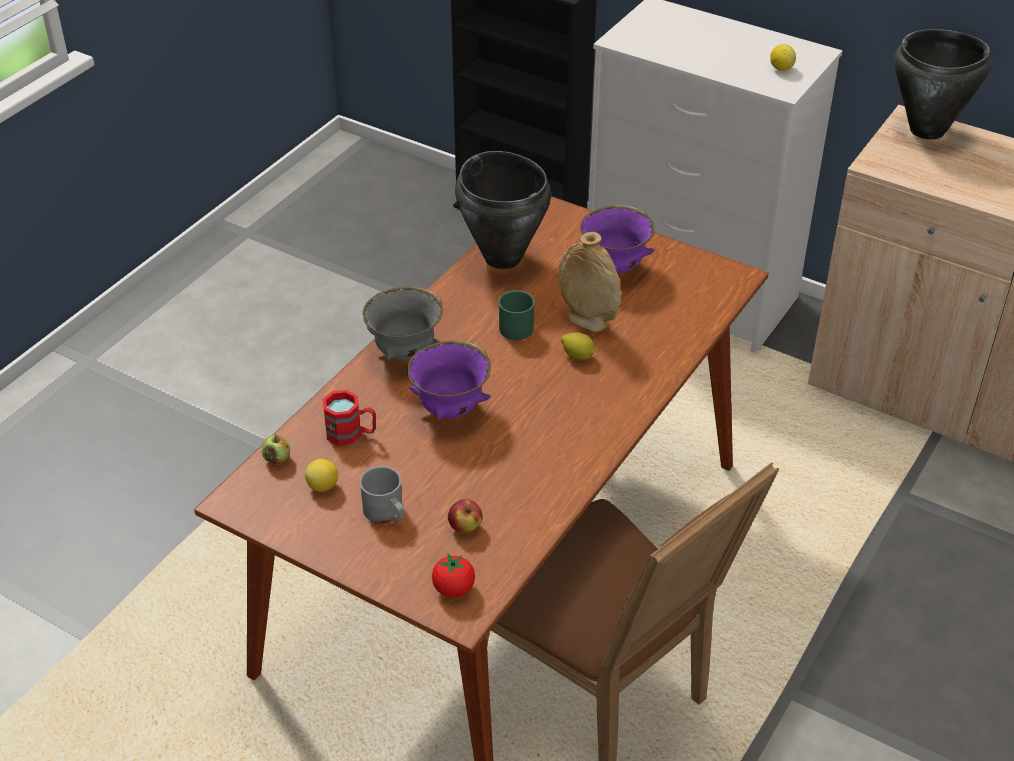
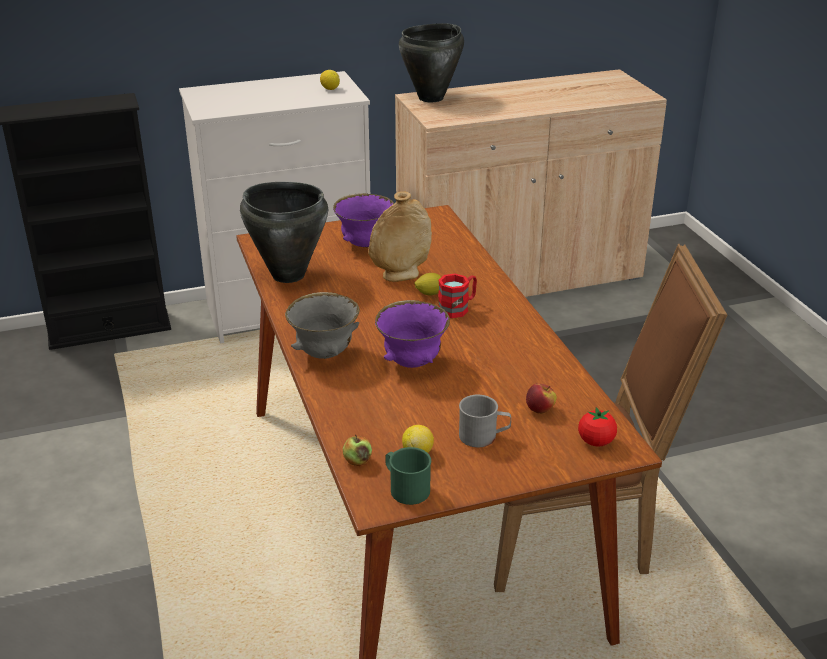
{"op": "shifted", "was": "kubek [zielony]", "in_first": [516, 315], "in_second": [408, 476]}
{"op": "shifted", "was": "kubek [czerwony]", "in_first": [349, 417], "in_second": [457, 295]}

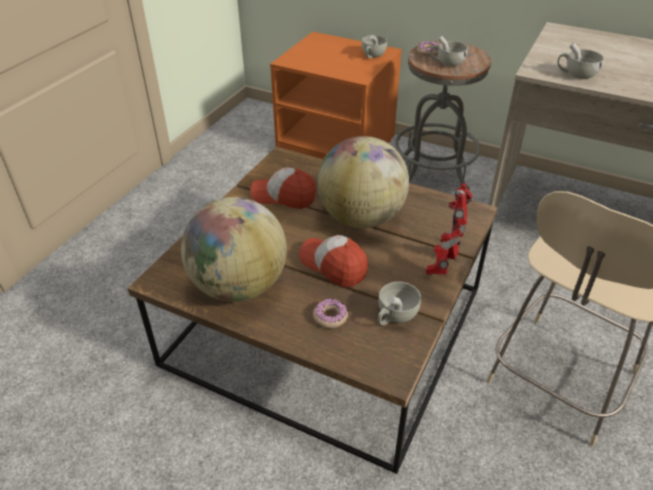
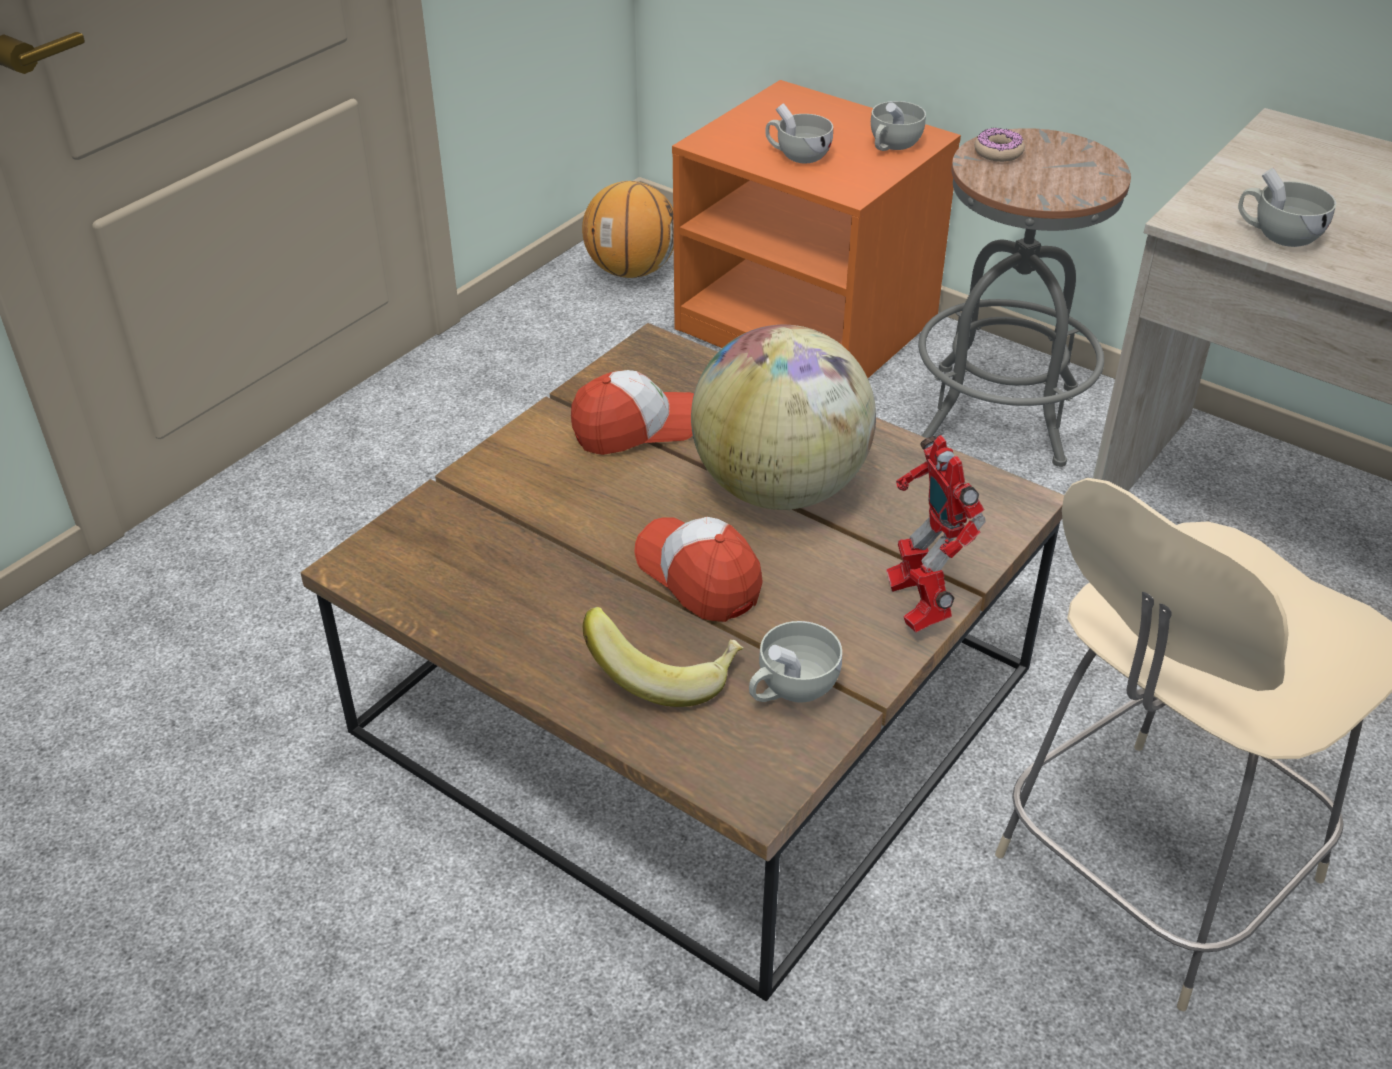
{"op": "rotated", "was": "czapka z daszkiem", "in_first": [283, 188], "in_second": [632, 412], "clockwise": 135}
{"op": "new", "now": "piłka do koszykówki", "in_second": [628, 229]}
{"op": "swapped", "was": "donut", "now": "banan", "in_first": [330, 313], "in_second": [663, 657]}
{"op": "shifted", "was": "filiżanka [biały]", "in_first": [449, 51], "in_second": [799, 133]}
{"op": "rotated", "was": "robot zabawkowy", "in_first": [449, 228], "in_second": [936, 534], "clockwise": -45}
{"op": "gone", "was": "globus", "in_first": [234, 249]}

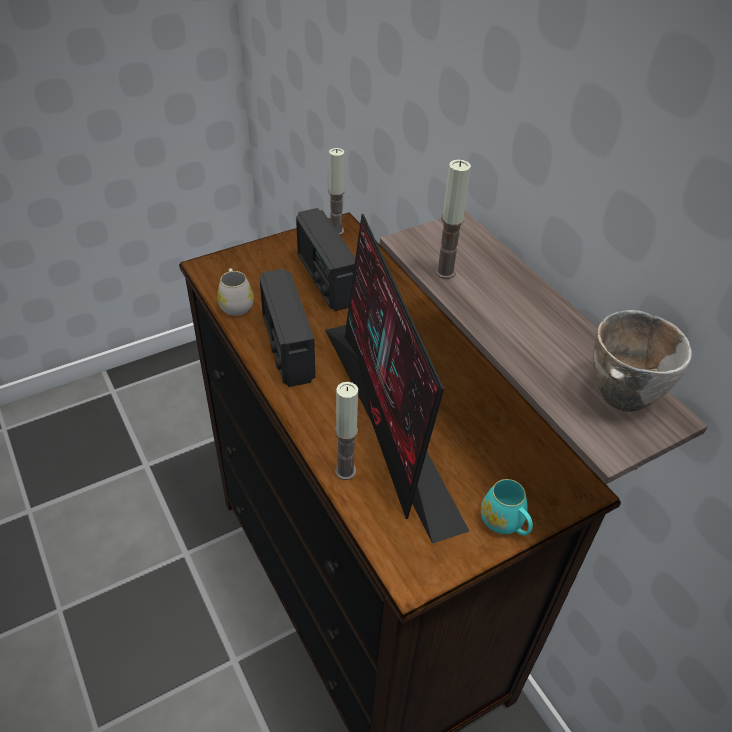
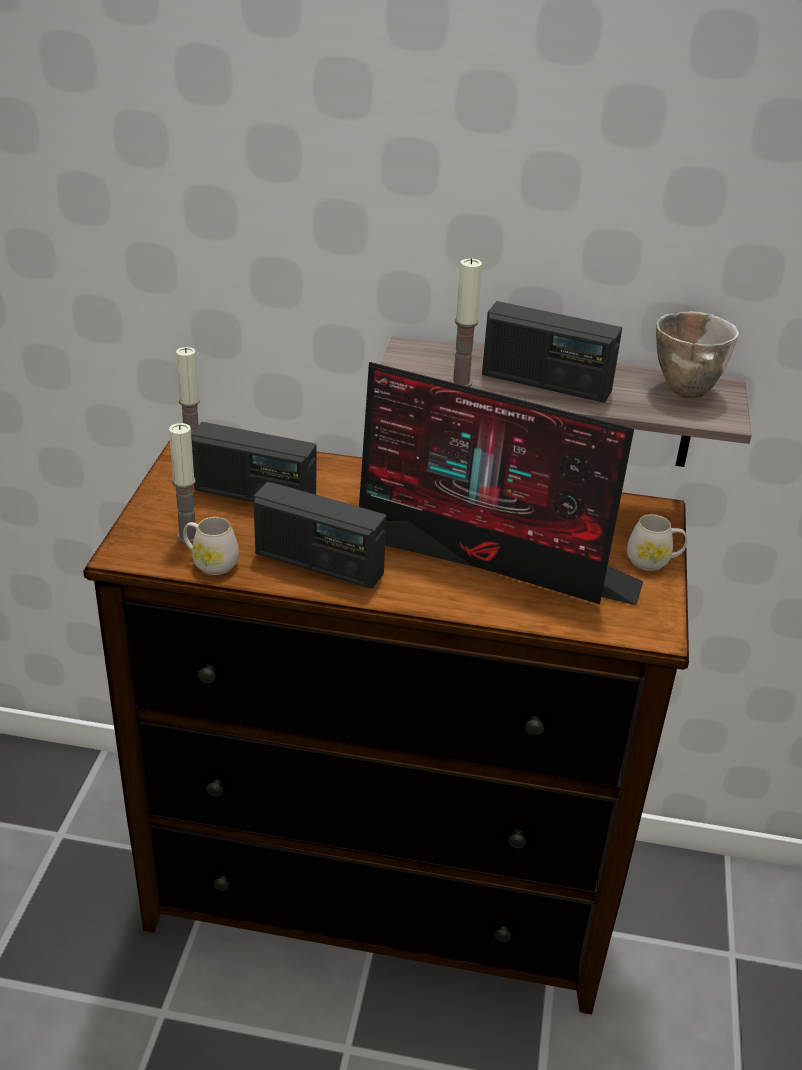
{"op": "shifted", "was": "świeca", "in_first": [346, 431], "in_second": [182, 483]}
{"op": "new", "now": "radio", "in_second": [552, 352]}
{"op": "repainted", "was": "kubek [turkusowy]", "now": "kubek [biały]", "in_first": [507, 507], "in_second": [657, 542]}

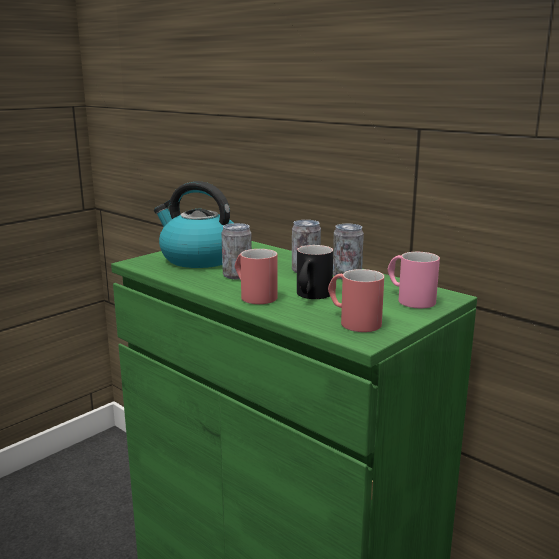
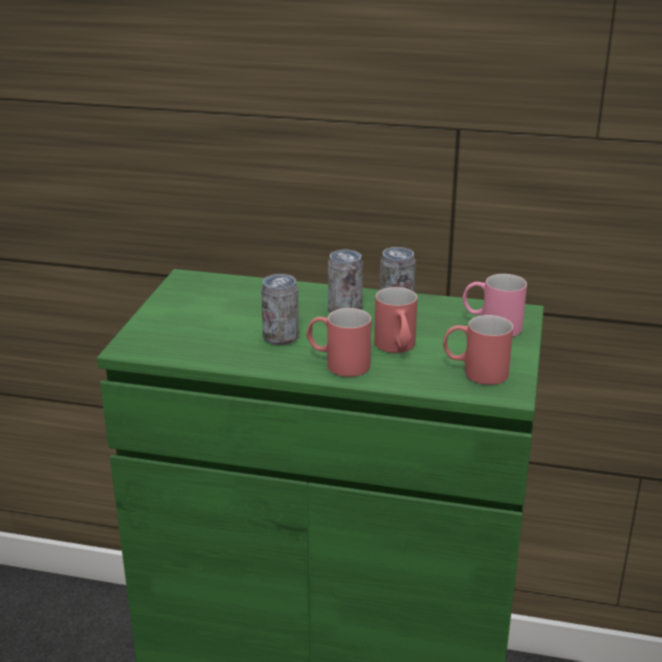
{"op": "repainted", "was": "kubek [czarny]", "now": "kubek [czerwony]", "in_first": [315, 272], "in_second": [396, 320]}
{"op": "gone", "was": "czajnik", "in_first": [193, 224]}

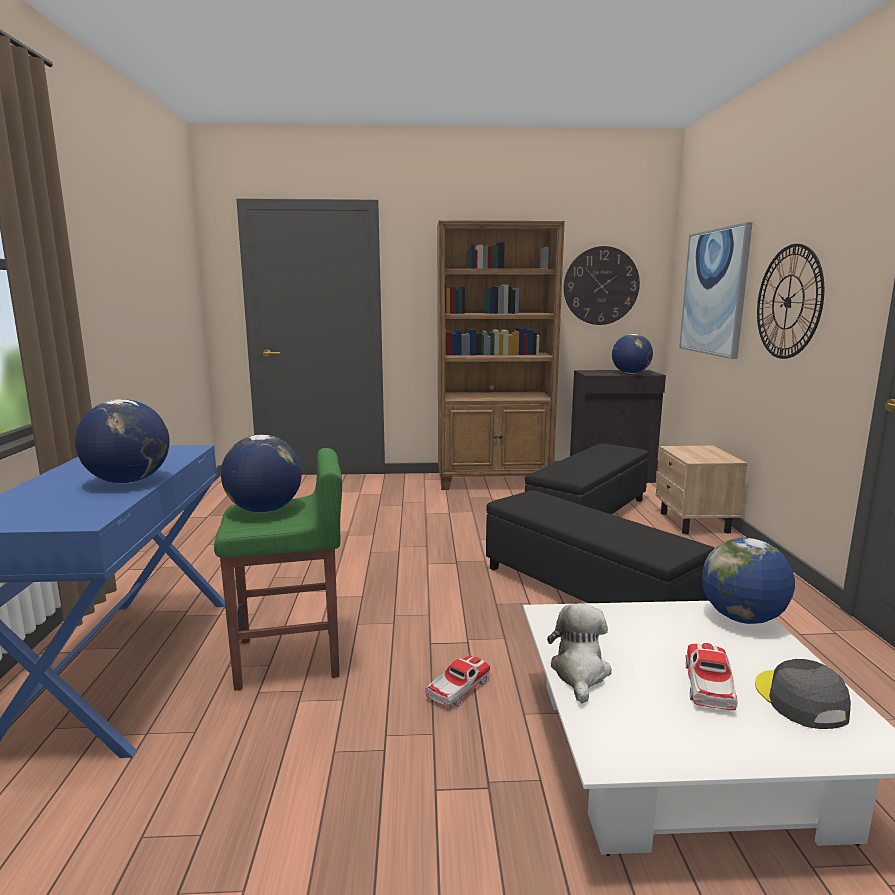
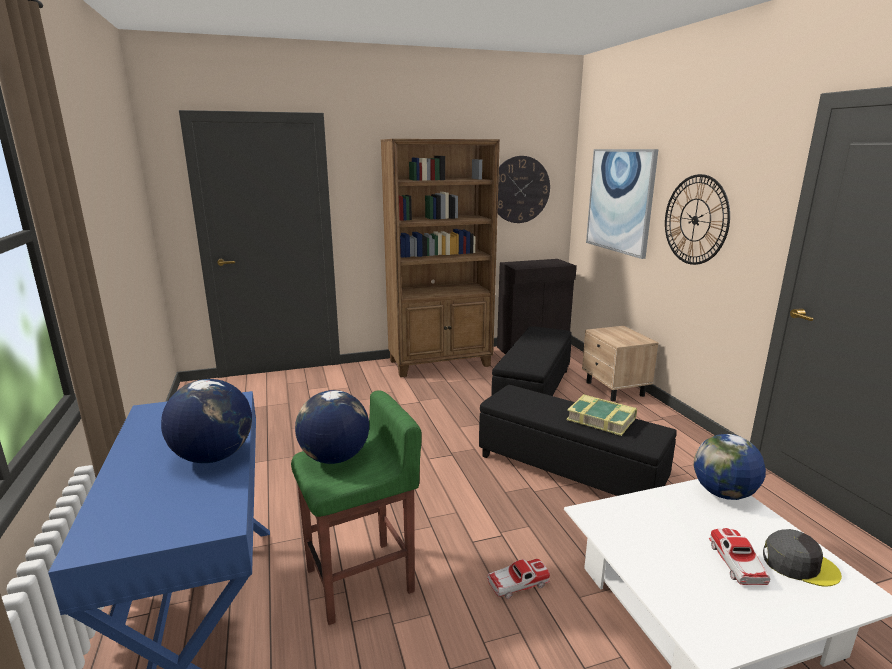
{"op": "rotated", "was": "samochodzik", "in_first": [458, 681], "in_second": [518, 579], "clockwise": 45}
{"op": "new", "now": "książka", "in_second": [601, 415]}
{"op": "rotated", "was": "czapka z daszkiem [szary]", "in_first": [803, 694], "in_second": [802, 558], "clockwise": 135}
{"op": "gone", "was": "pluszak", "in_first": [579, 653]}
{"op": "gone", "was": "globus", "in_first": [632, 354]}

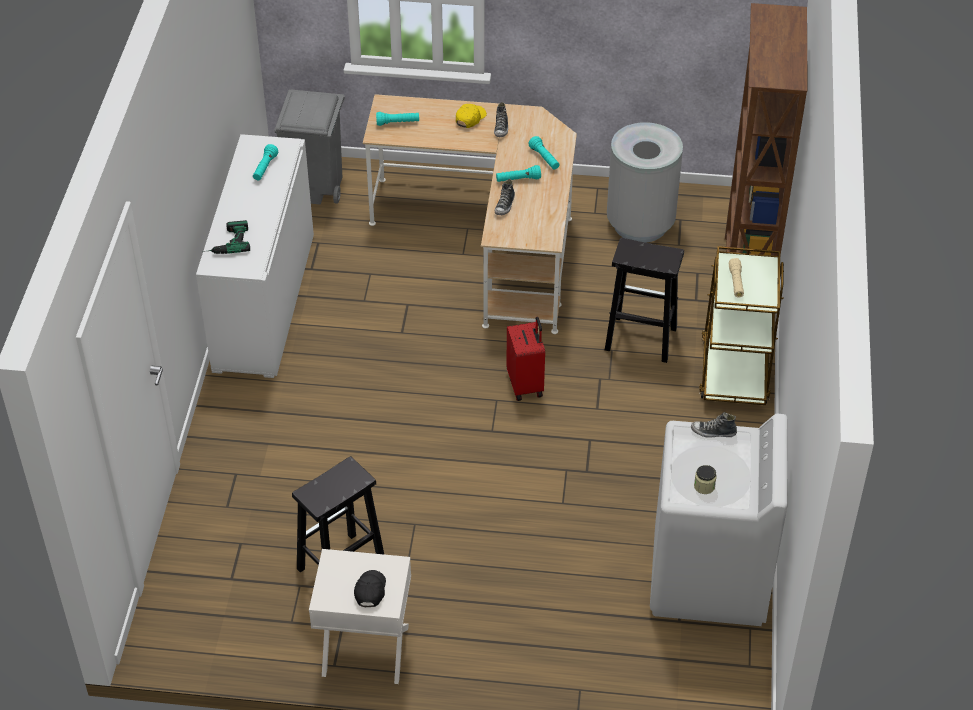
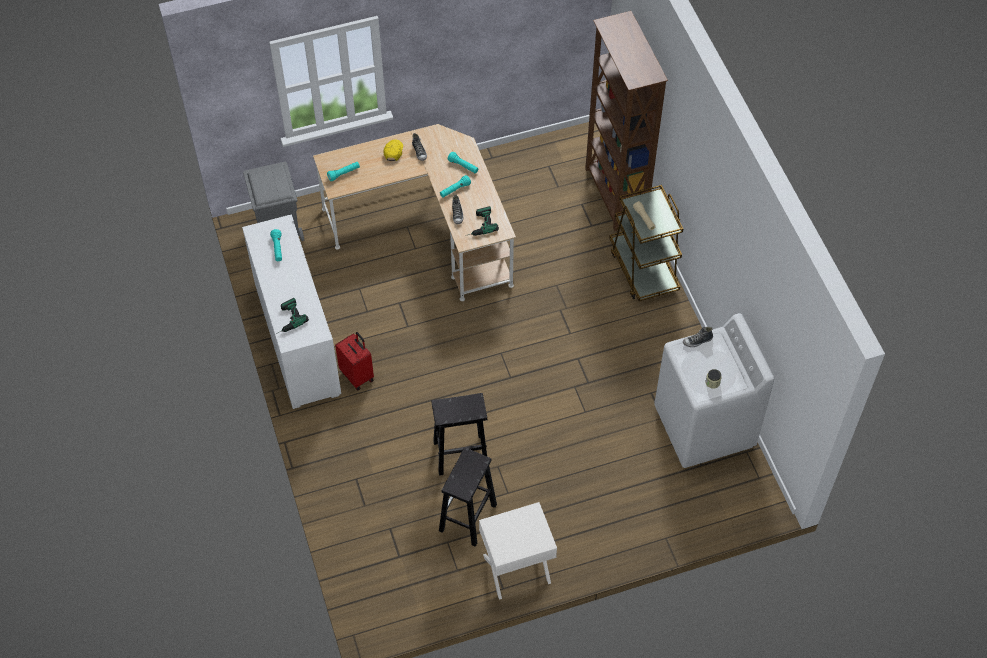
{"op": "shifted", "was": "walizka [czerwony]", "in_first": [525, 359], "in_second": [354, 361]}
{"op": "shifted", "was": "stołek [czarny]", "in_first": [644, 300], "in_second": [459, 434]}
{"op": "new", "now": "wiertarka", "in_second": [482, 221]}
{"op": "gone", "was": "czapka z daszkiem [czarny]", "in_first": [370, 588]}
{"op": "gone", "was": "kosz na śmieci [szary]", "in_first": [645, 182]}

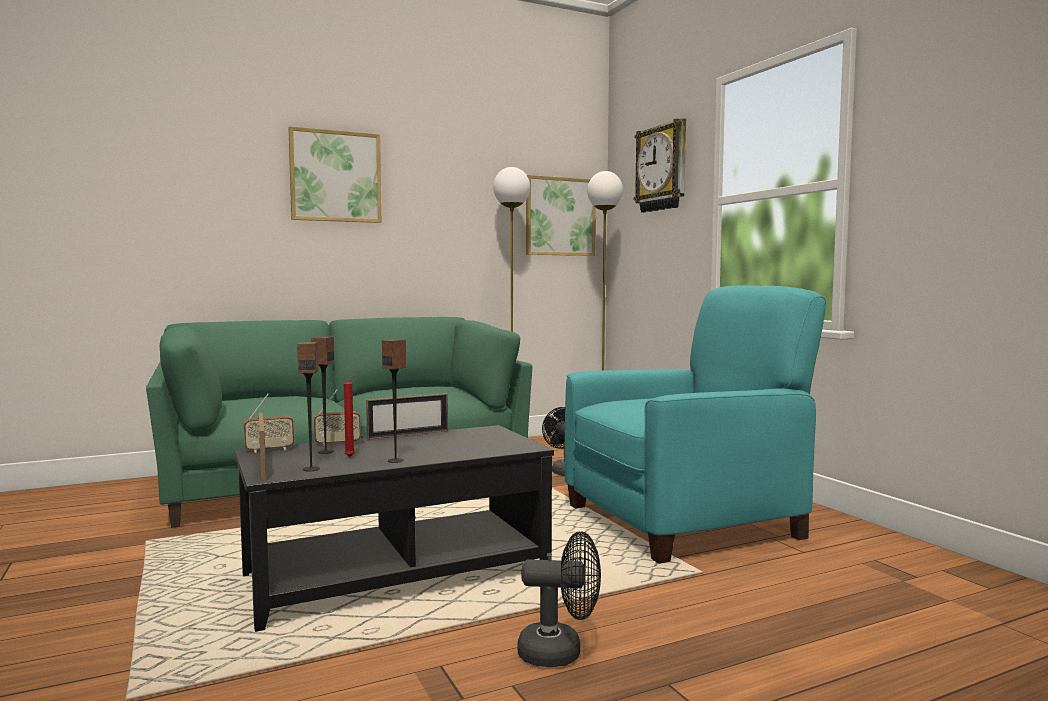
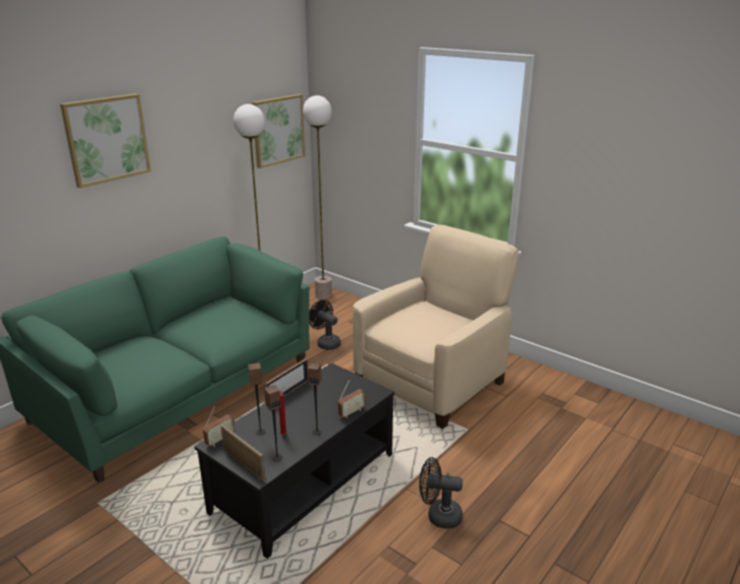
{"op": "shifted", "was": "radio", "in_first": [337, 417], "in_second": [351, 399]}
{"op": "repainted", "was": "fotel [turkusowy]", "now": "fotel [beżowy]", "in_first": [695, 424], "in_second": [436, 327]}
{"op": "rotated", "was": "wentylator [czarny]", "in_first": [559, 599], "in_second": [441, 493], "clockwise": -150}
{"op": "gone", "was": "zegar ścienny", "in_first": [660, 165]}

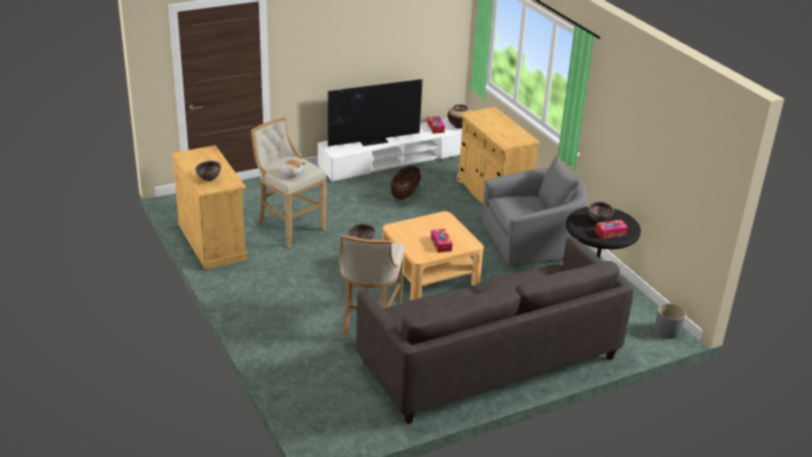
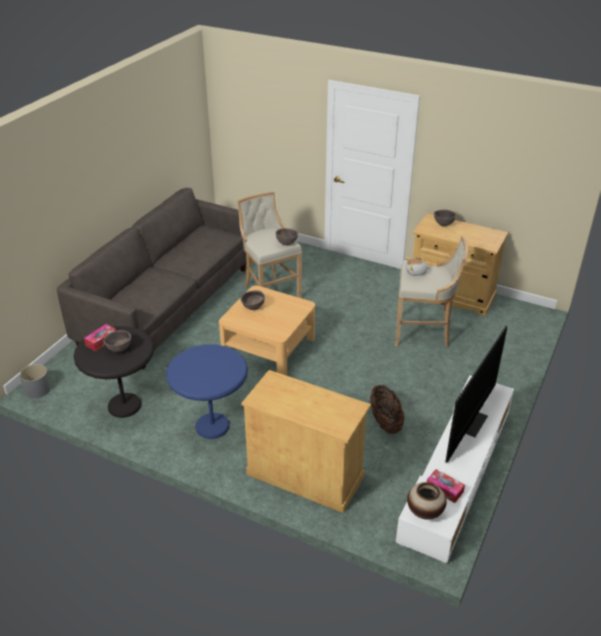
{"op": "swapped", "was": "fotel [szary]", "now": "stolik [niebieski]", "in_first": [535, 211], "in_second": [207, 391]}
{"op": "swapped", "was": "pudełko chusteczek", "now": "miska [brązowy]", "in_first": [441, 241], "in_second": [253, 300]}

